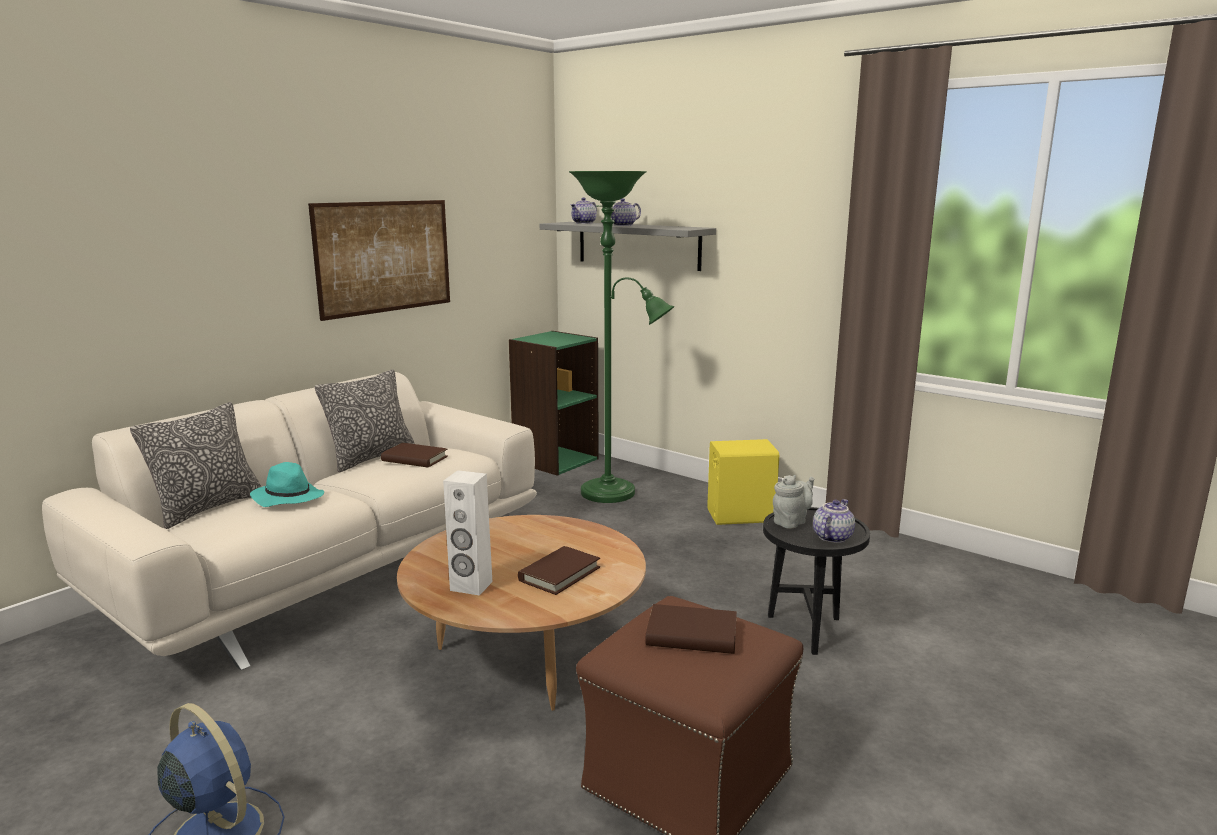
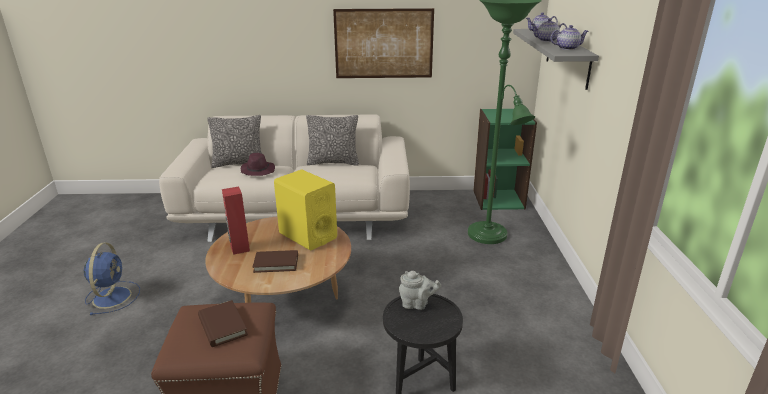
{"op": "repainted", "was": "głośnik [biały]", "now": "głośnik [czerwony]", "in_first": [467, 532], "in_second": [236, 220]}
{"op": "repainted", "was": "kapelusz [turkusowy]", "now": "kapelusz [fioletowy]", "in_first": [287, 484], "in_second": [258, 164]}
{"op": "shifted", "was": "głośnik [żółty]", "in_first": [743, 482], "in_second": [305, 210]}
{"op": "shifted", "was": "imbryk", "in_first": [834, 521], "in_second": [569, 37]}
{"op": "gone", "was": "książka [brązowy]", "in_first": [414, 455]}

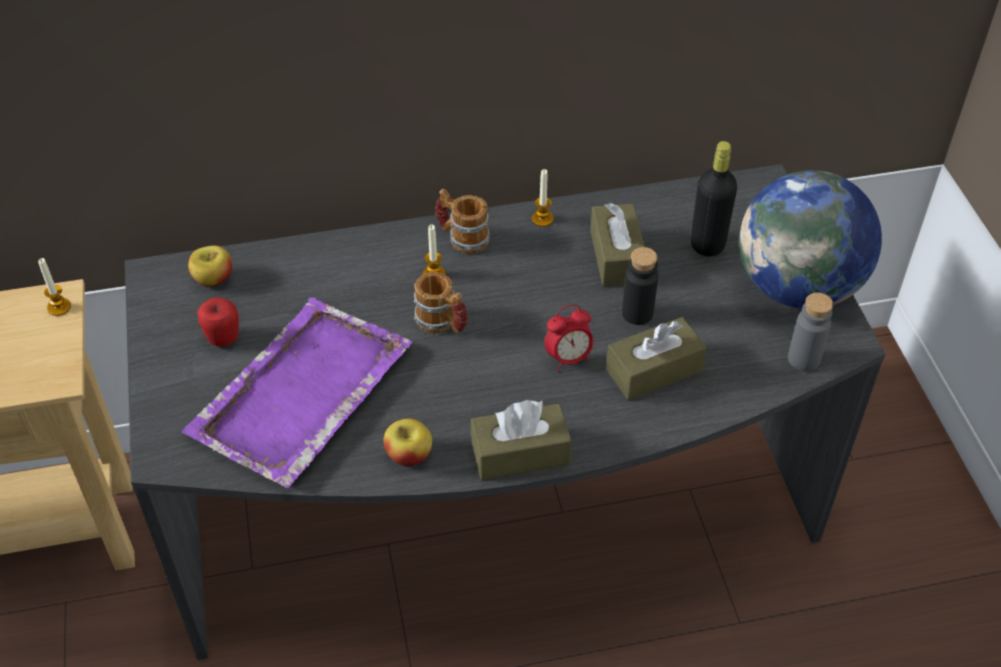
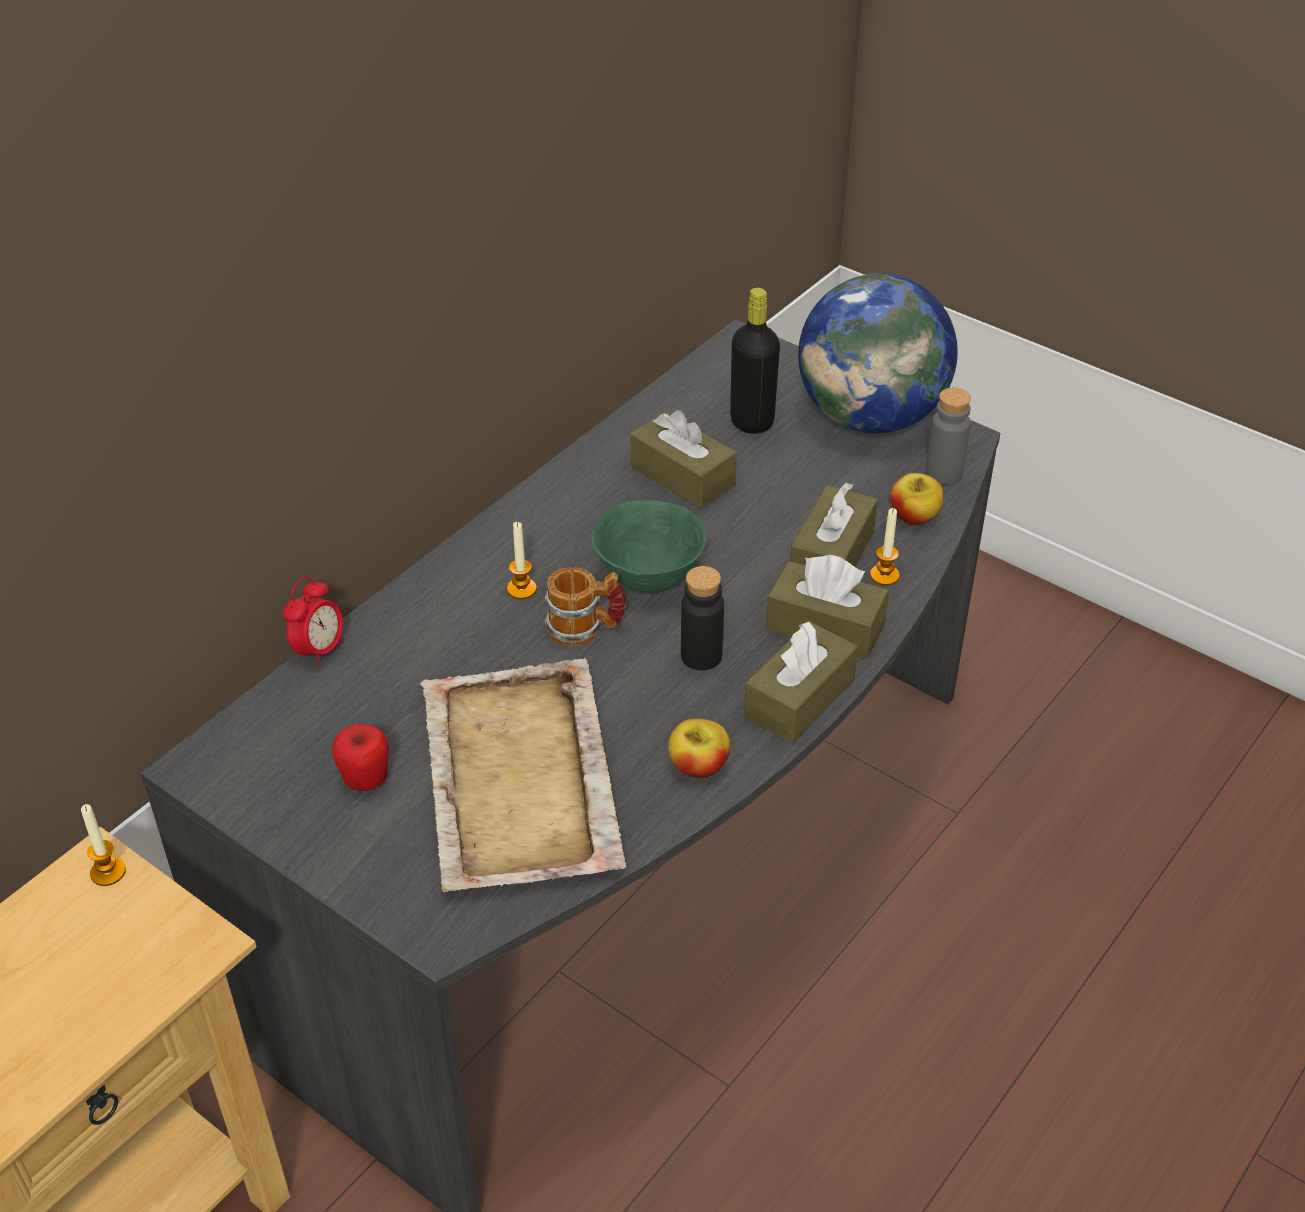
{"op": "shifted", "was": "budzik", "in_first": [569, 337], "in_second": [313, 622]}
{"op": "repainted", "was": "taca [fioletowy]", "now": "taca [beżowy]", "in_first": [296, 392], "in_second": [523, 775]}
{"op": "new", "now": "miska [zielony]", "in_second": [649, 546]}
{"op": "shifted", "was": "butelka [czarny]", "in_first": [640, 286], "in_second": [702, 618]}
{"op": "new", "now": "pudełko chusteczek [brązowy]", "in_second": [827, 607]}
{"op": "shifted", "was": "świeca", "in_first": [543, 198], "in_second": [885, 547]}
{"op": "shifted", "was": "jabłko", "in_first": [210, 266], "in_second": [917, 499]}
{"op": "gone", "was": "kubek", "in_first": [462, 221]}

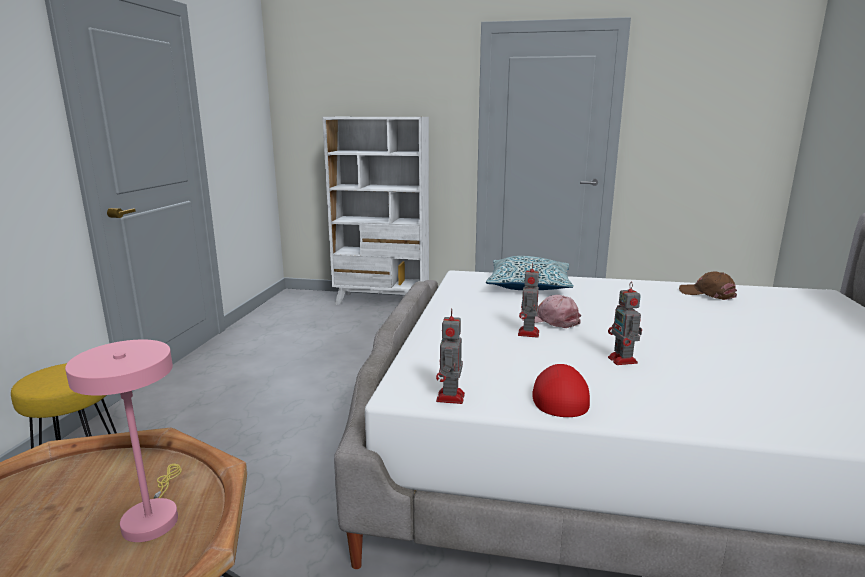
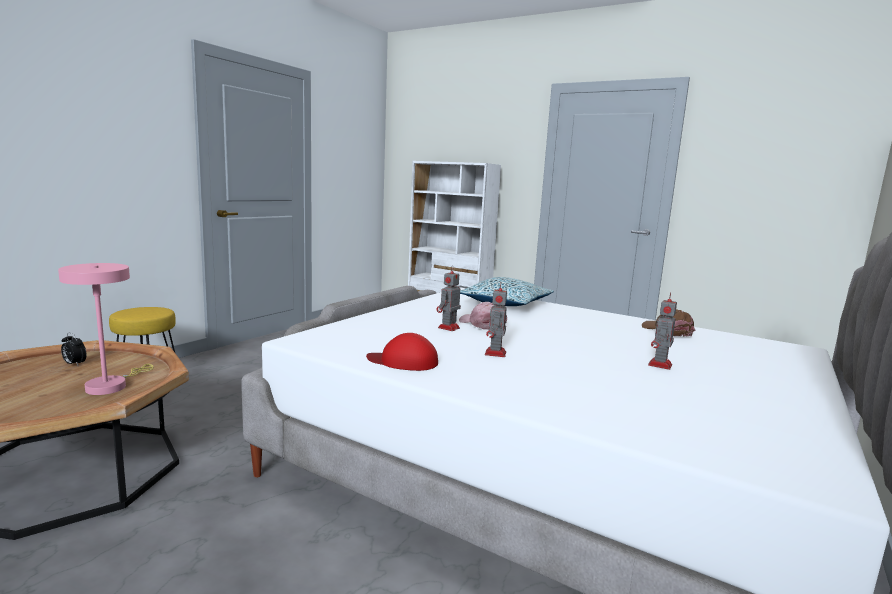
{"op": "new", "now": "budzik", "in_second": [74, 348]}
{"op": "rotated", "was": "czapka z daszkiem [czerwony]", "in_first": [561, 390], "in_second": [402, 352], "clockwise": -105}
{"op": "shifted", "was": "robot zabawkowy", "in_first": [450, 356], "in_second": [662, 331]}

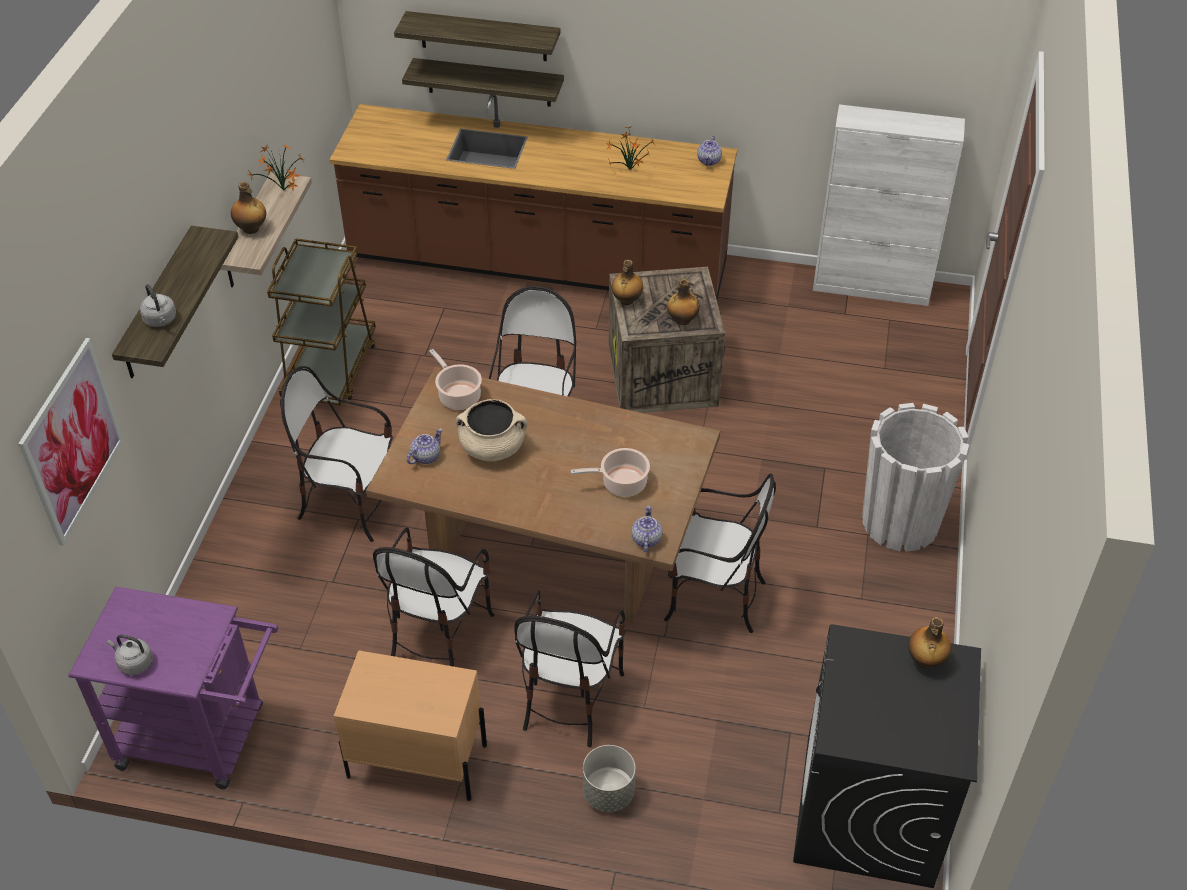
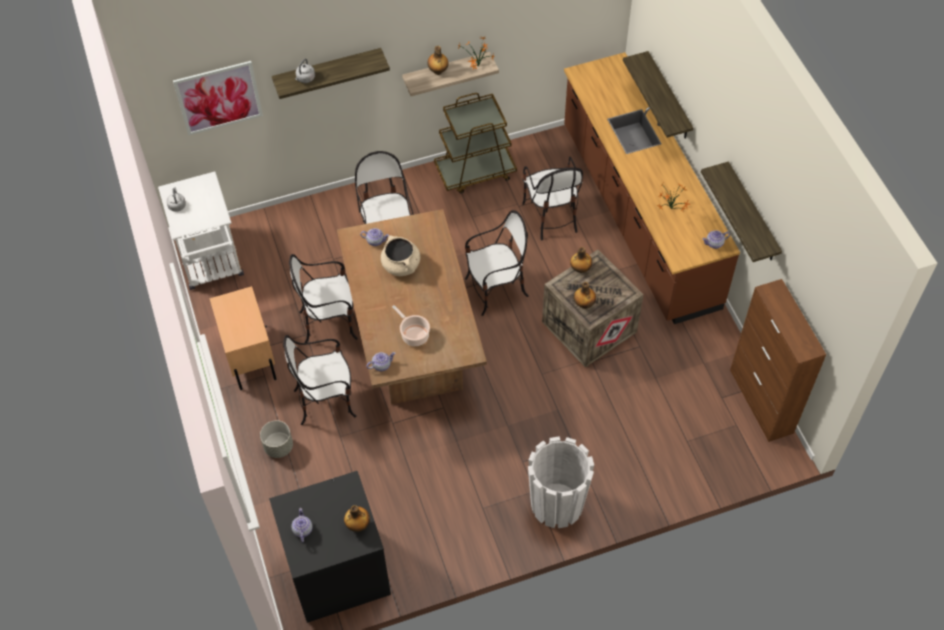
{"op": "repainted", "was": "wózek [fioletowy]", "now": "wózek [biały]", "in_first": [173, 688], "in_second": [201, 230]}
{"op": "new", "now": "imbryk", "in_second": [302, 525]}
{"op": "shifted", "was": "krzesło", "in_first": [720, 553], "in_second": [552, 198]}
{"op": "shifted", "was": "półka", "in_first": [477, 36], "in_second": [741, 211]}
{"op": "repainted", "was": "szafka [biały]", "now": "szafka [brązowy]", "in_first": [889, 205], "in_second": [778, 360]}
{"op": "gone", "was": "garnek", "in_first": [455, 379]}

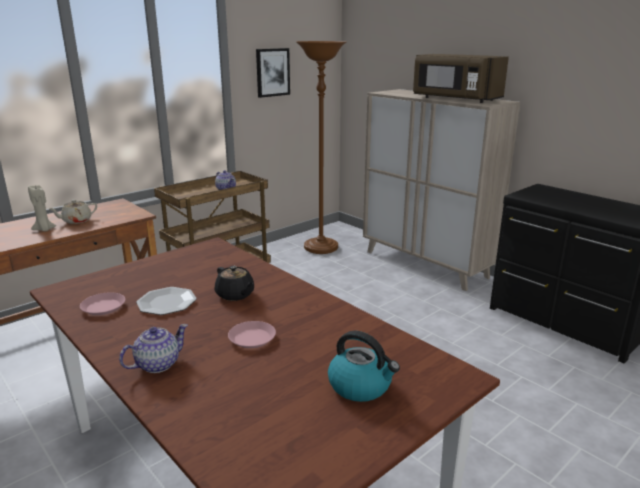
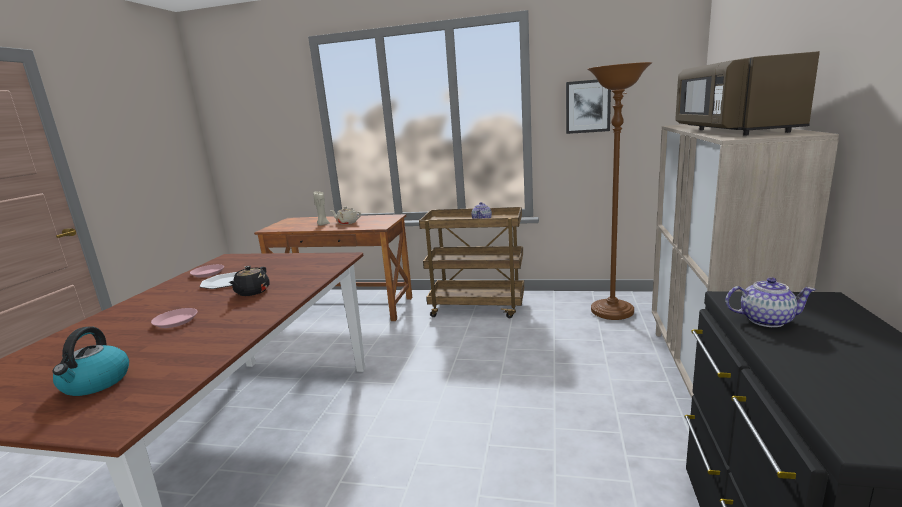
{"op": "shifted", "was": "imbryk", "in_first": [153, 348], "in_second": [770, 302]}

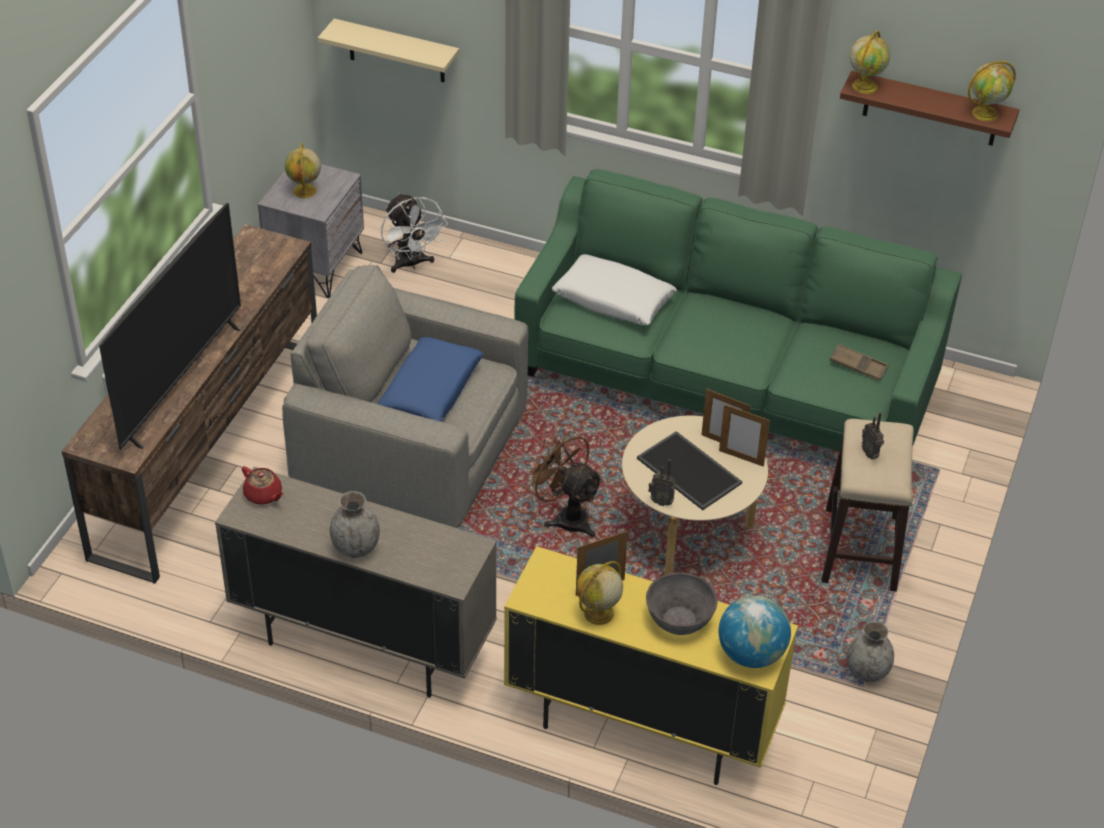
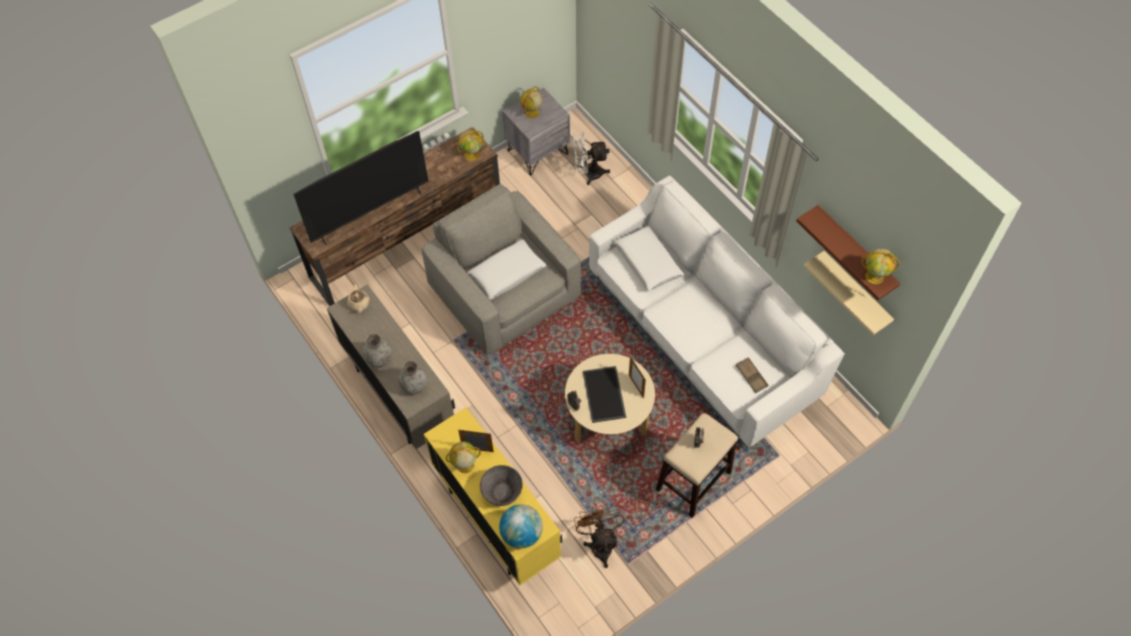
{"op": "repainted", "was": "imbryk [czerwony]", "now": "imbryk [beżowy]", "in_first": [263, 485], "in_second": [358, 298]}
{"op": "shifted", "was": "wazon [szary]", "in_first": [870, 651], "in_second": [413, 377]}
{"op": "shifted", "was": "globus", "in_first": [870, 62], "in_second": [470, 145]}
{"op": "repainted", "was": "poduszka [niebieski]", "now": "poduszka [biały]", "in_first": [430, 379], "in_second": [507, 269]}
{"op": "rotated", "was": "wentylator [biały]", "in_first": [414, 233], "in_second": [591, 158], "clockwise": 75}
{"op": "shifted", "was": "wentylator [brązowy]", "in_first": [563, 483], "in_second": [599, 536]}
{"op": "repainted", "was": "kanapa [zielony]", "now": "kanapa [biały]", "in_first": [738, 310], "in_second": [717, 312]}
{"op": "shifted", "was": "półka [beżowy]", "in_first": [388, 50], "in_second": [849, 293]}
{"op": "gone", "was": "ramka na zdjęcie", "in_first": [744, 435]}

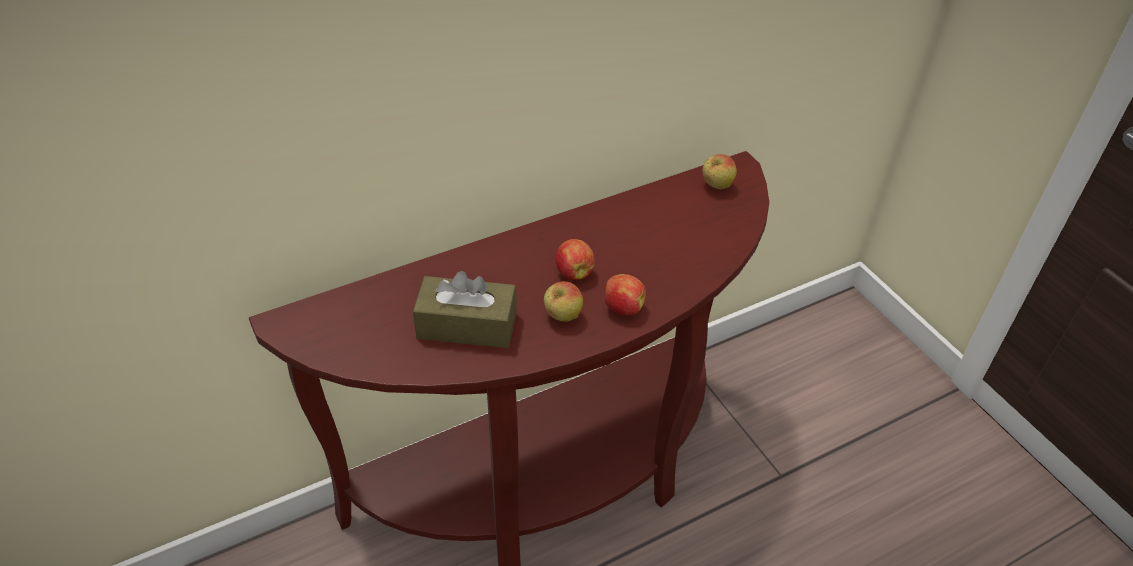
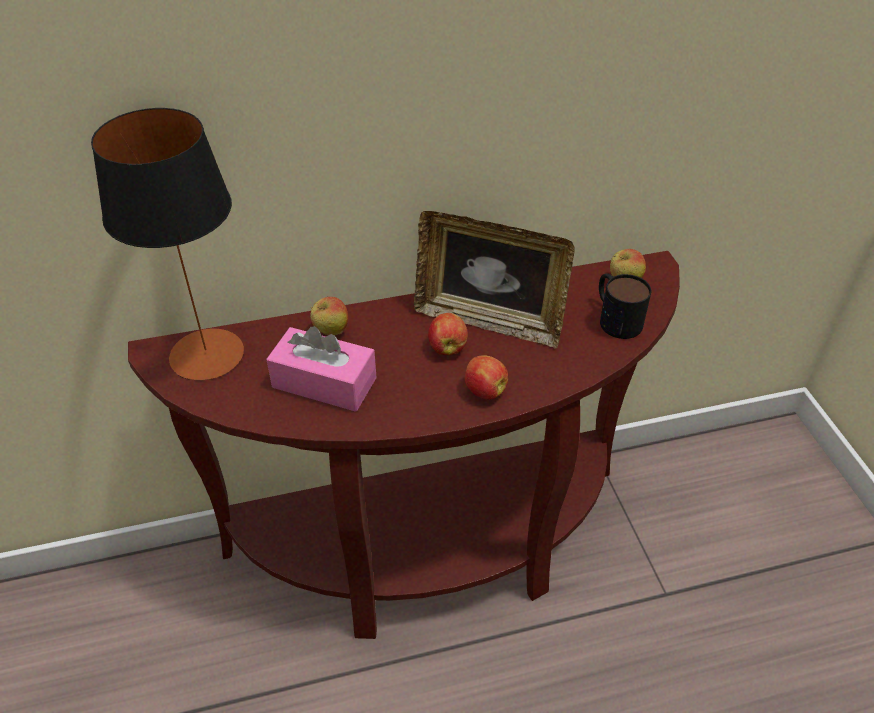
{"op": "new", "now": "lampa stołowa", "in_second": [167, 244]}
{"op": "repainted", "was": "pudełko chusteczek [brązowy]", "now": "pudełko chusteczek [różowy]", "in_first": [465, 309], "in_second": [321, 369]}
{"op": "shifted", "was": "jabłko", "in_first": [563, 301], "in_second": [329, 316]}
{"op": "new", "now": "ramka na zdjęcie", "in_second": [494, 279]}
{"op": "new", "now": "kubek", "in_second": [625, 306]}

